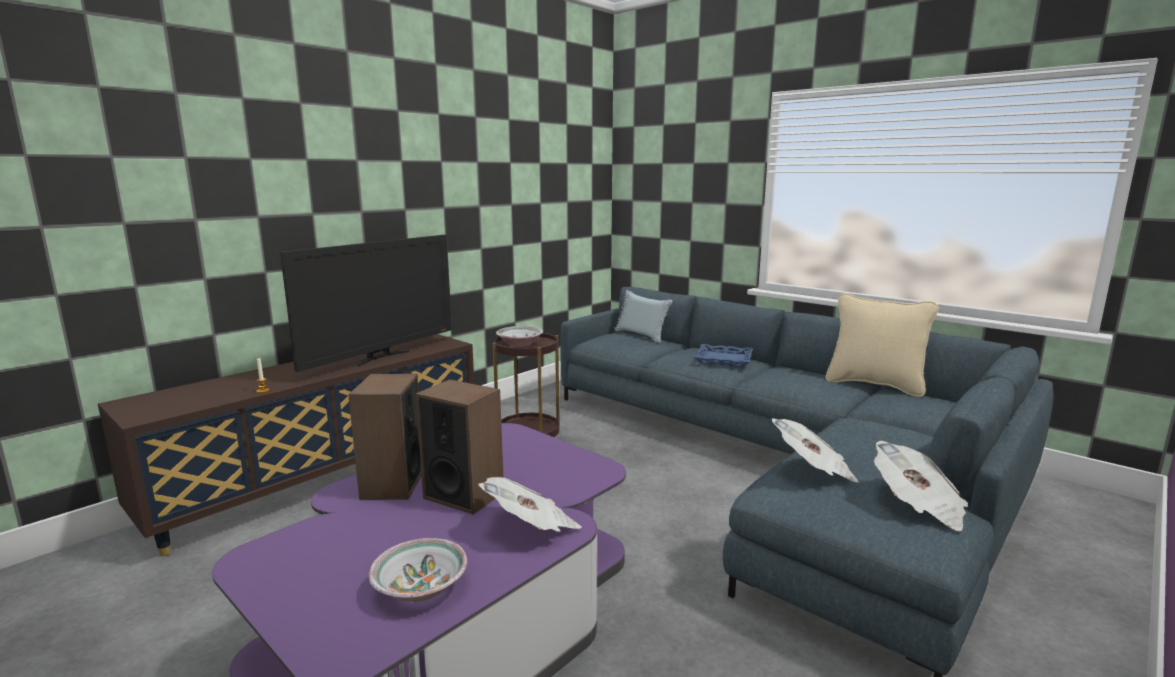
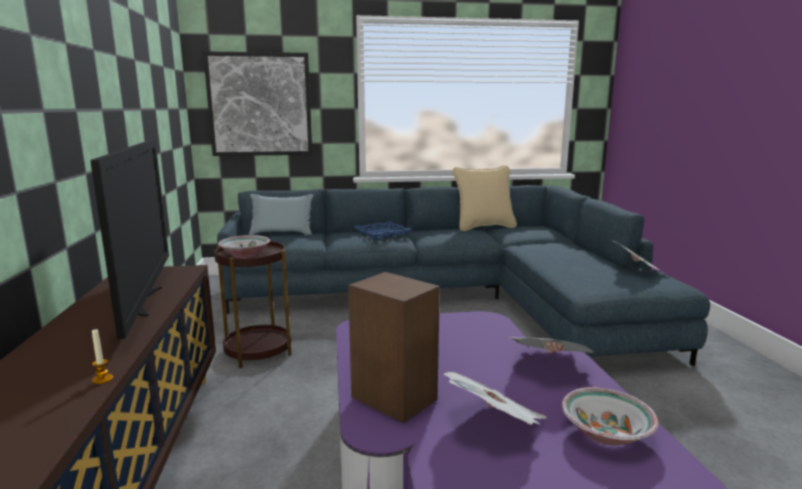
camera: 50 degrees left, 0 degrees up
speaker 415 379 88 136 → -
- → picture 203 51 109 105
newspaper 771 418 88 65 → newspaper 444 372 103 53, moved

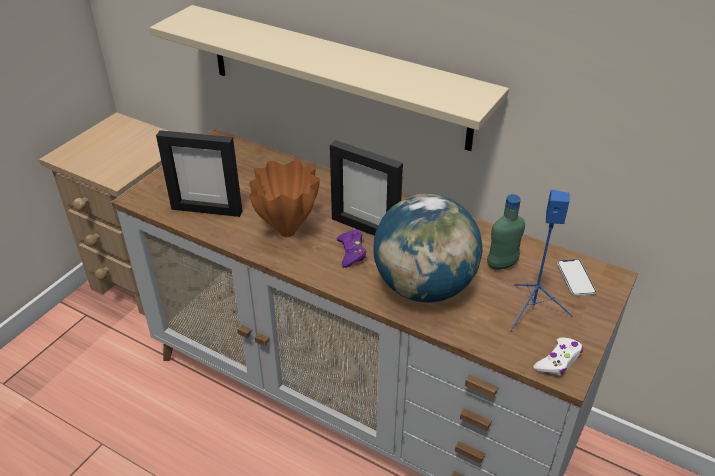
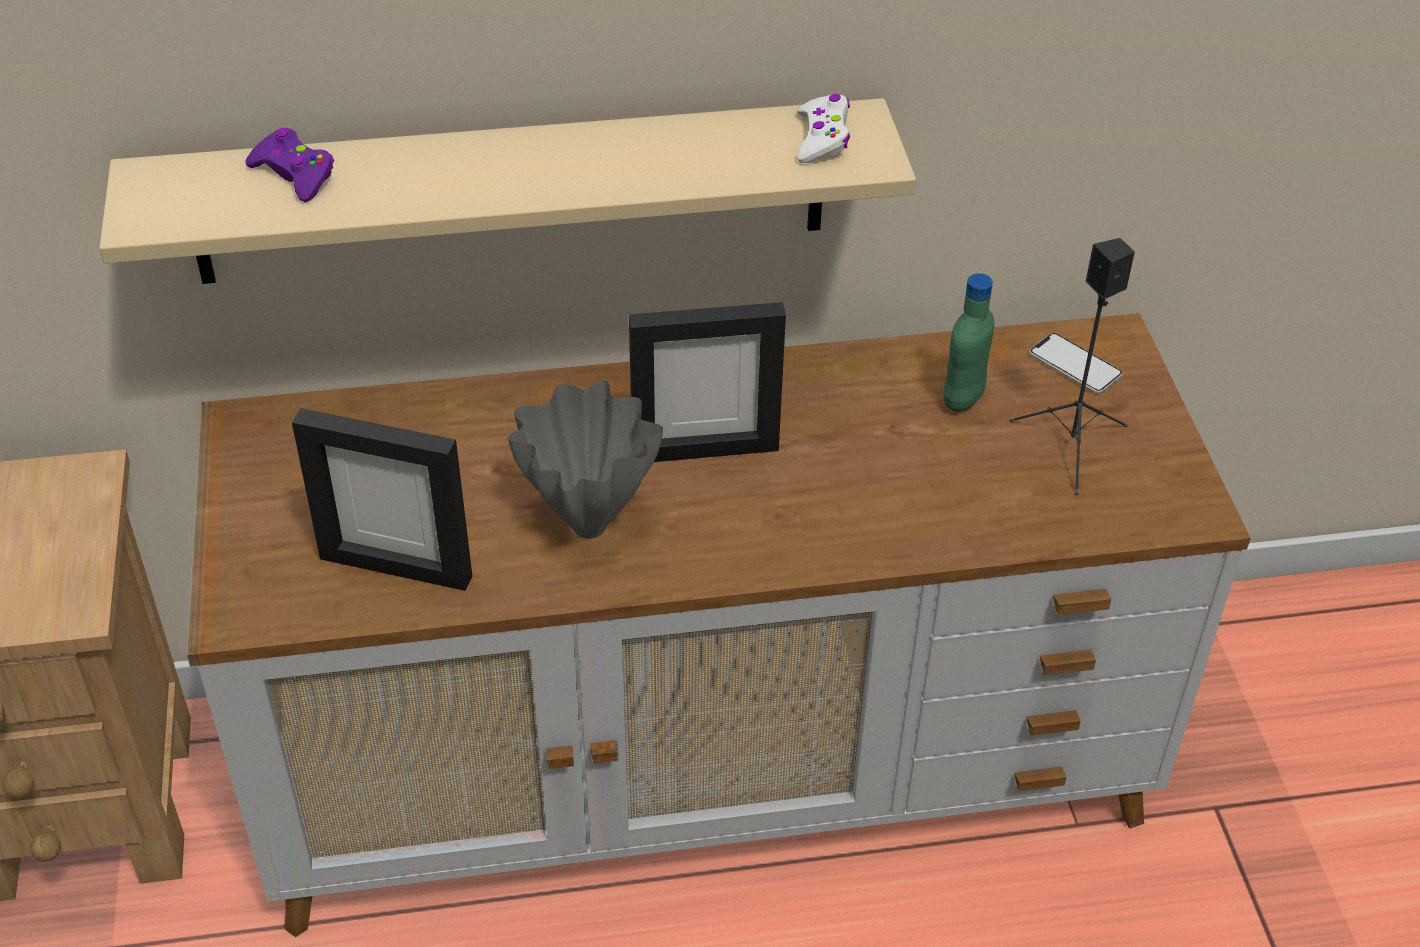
camera: 40 degrees left, 5 degrees up
globe 374 194 109 108 → -
game controller (purple) 337 230 29 38 → game controller (purple) 245 128 89 74, moved
game controller (white) 533 338 50 37 → game controller (white) 797 94 53 69, moved
vase (orange) 249 160 71 77 → vase (grey) 508 380 155 159
speaker (blue) 510 189 63 143 → speaker (black) 1009 238 126 257
picture frame 156 130 86 87 → picture frame 292 408 180 183, 45 degrees clockwise

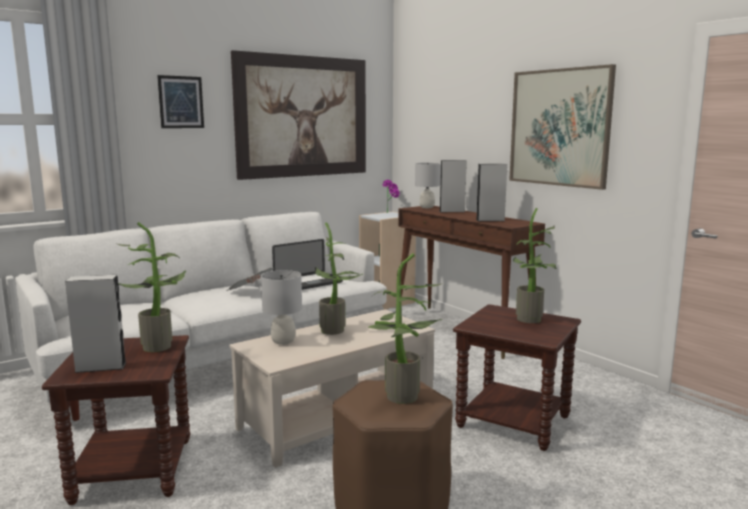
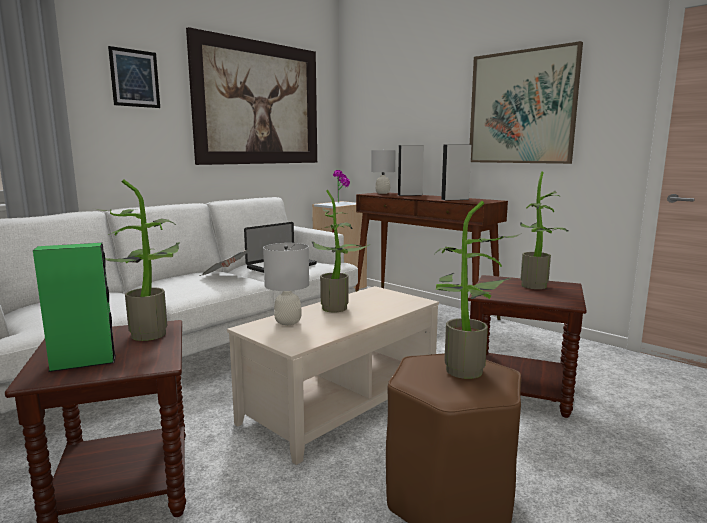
camera: 10 degrees left, 0 degrees up
speaker (grey) 65 275 61 98 → speaker (green) 33 243 83 129

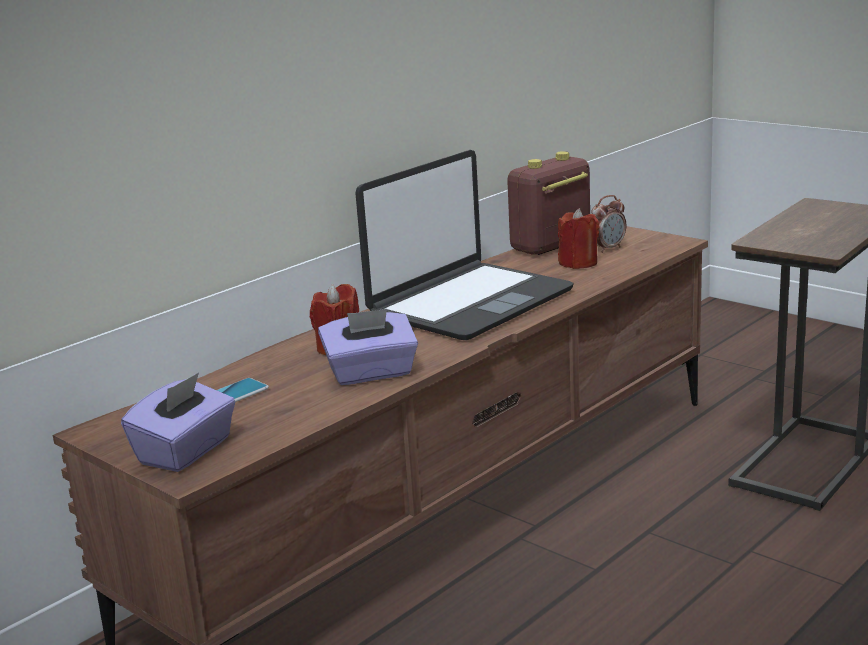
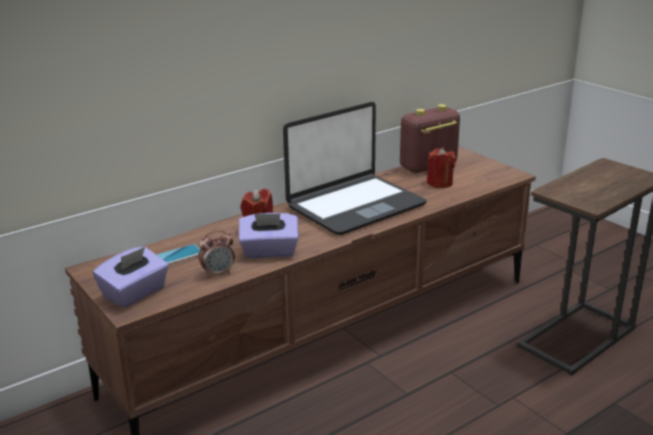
camera: 10 degrees right, 5 degrees up
alarm clock 592 195 34 58 → alarm clock 199 230 36 48, moved

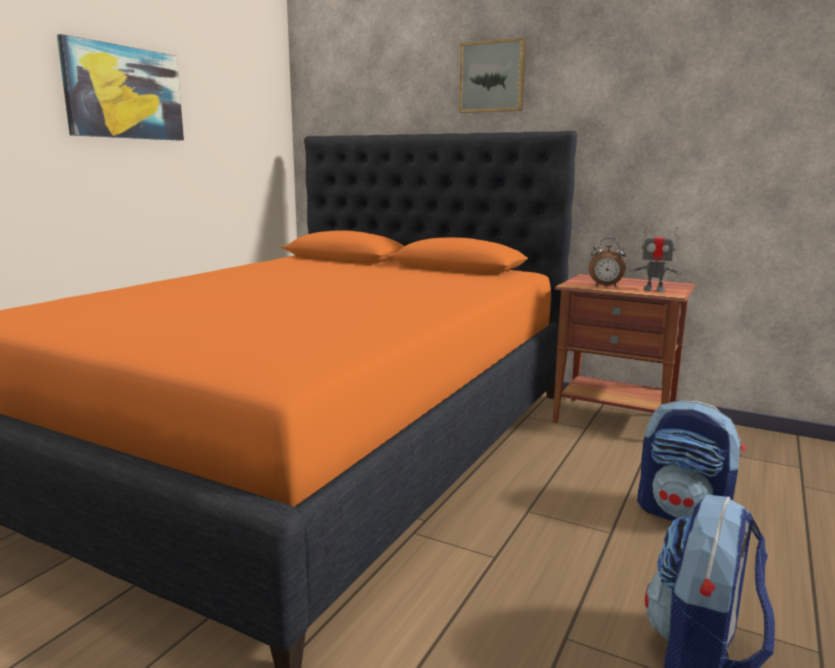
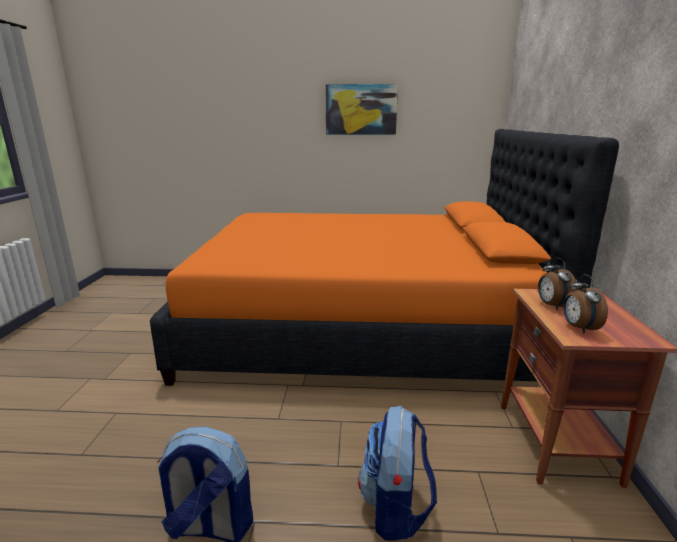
camera: 65 degrees right, 5 degrees up
picture 459 37 67 76 → -
toy robot 631 224 51 68 → alarm clock 563 274 45 59

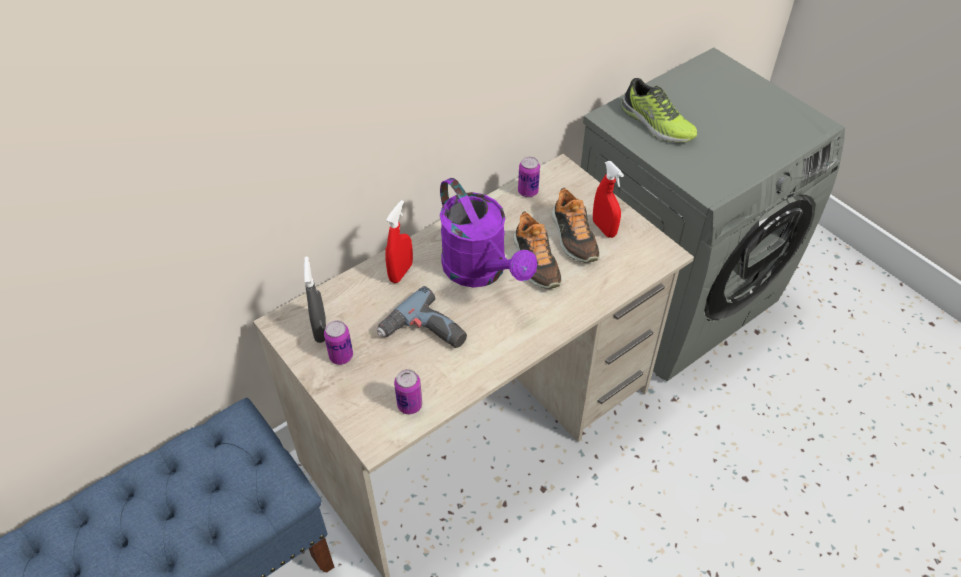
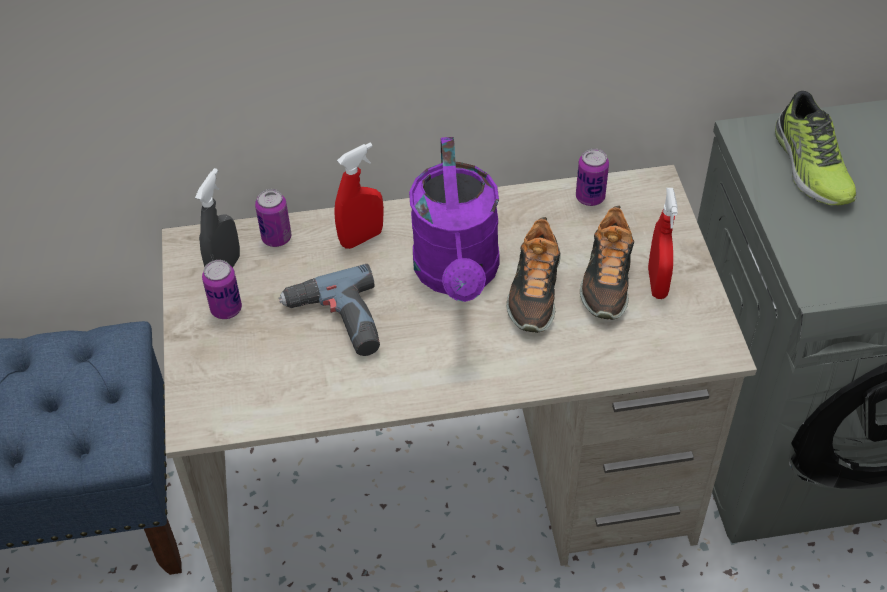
camera: 30 degrees right, 0 degrees up
can 394 369 28 45 → can 255 189 37 58, moved

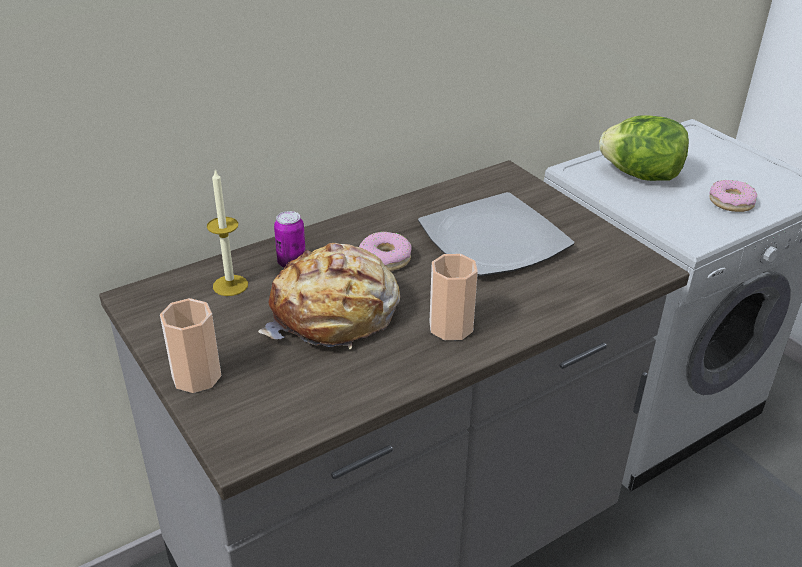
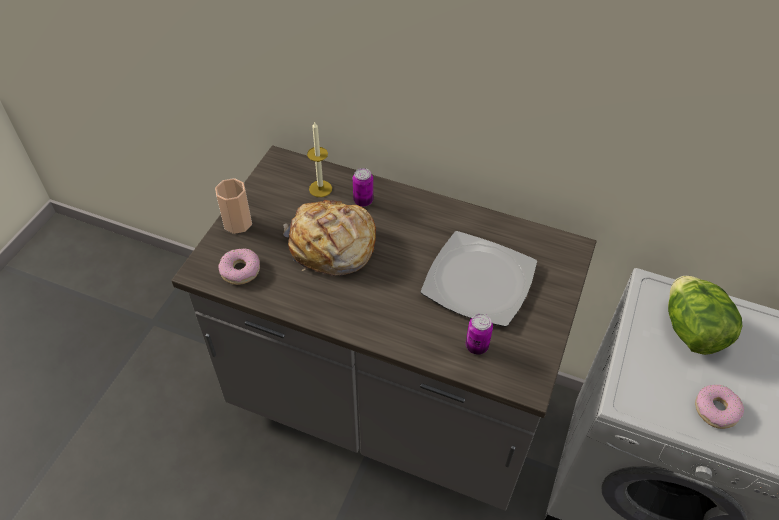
camera: 55 degrees right, 15 degrees up
cup 430 254 48 86 → -
- → can 466 313 27 42
donut 359 231 53 40 → donut 218 248 42 37, moved

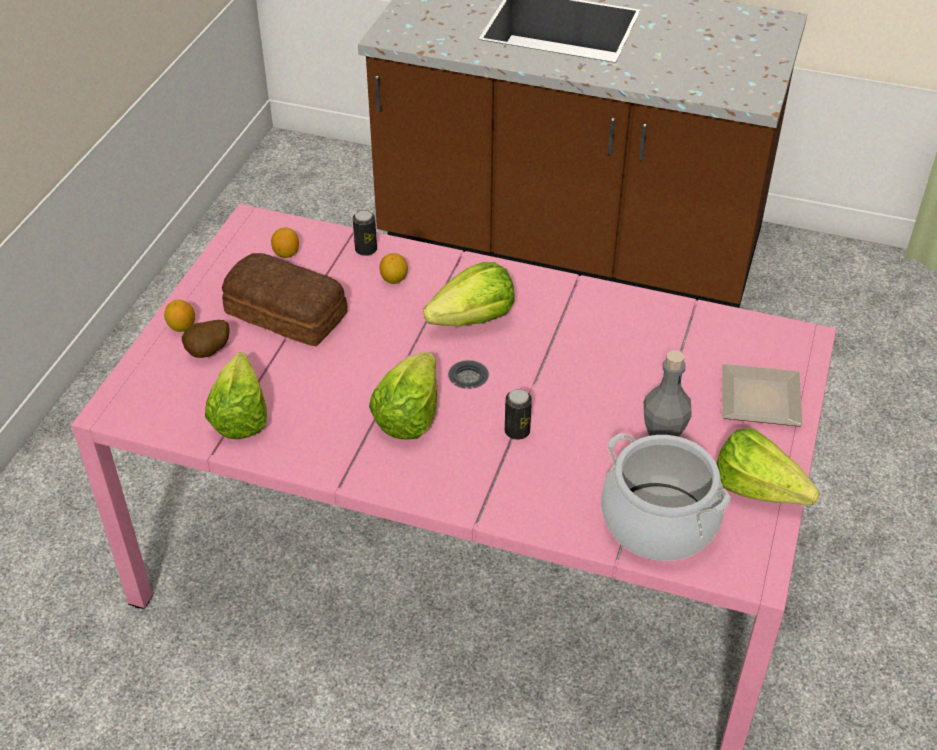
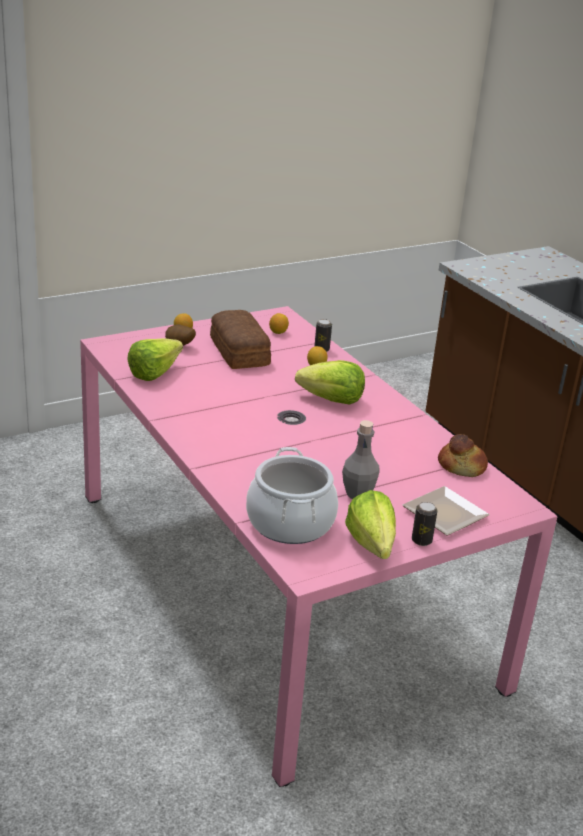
camera: 40 degrees right, 15 degrees down
lettuce 369 352 68 87 → -
- → bread 438 434 50 43
can 505 389 27 51 → can 412 502 26 44, moved

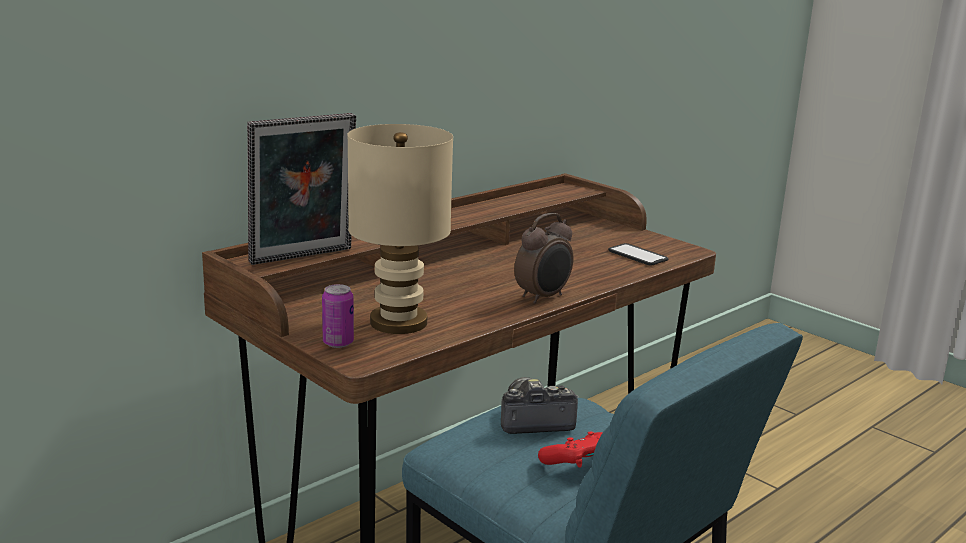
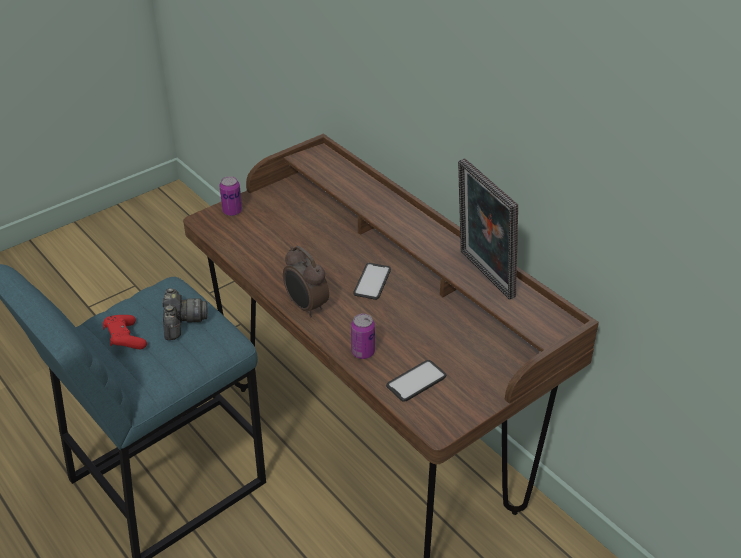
camera: 95 degrees right, 20 degrees up
table lamp (beige) 347 124 106 210 → -
- → can 351 313 24 46
- → phone 353 263 38 37
picture frame 247 113 109 152 → picture frame 458 158 60 142, moved

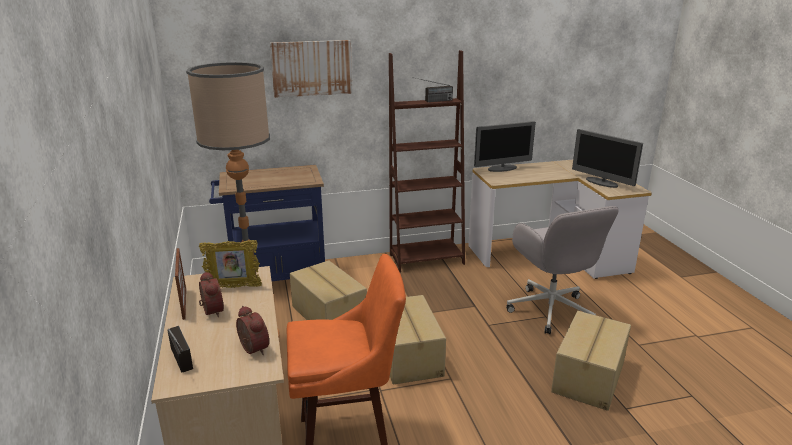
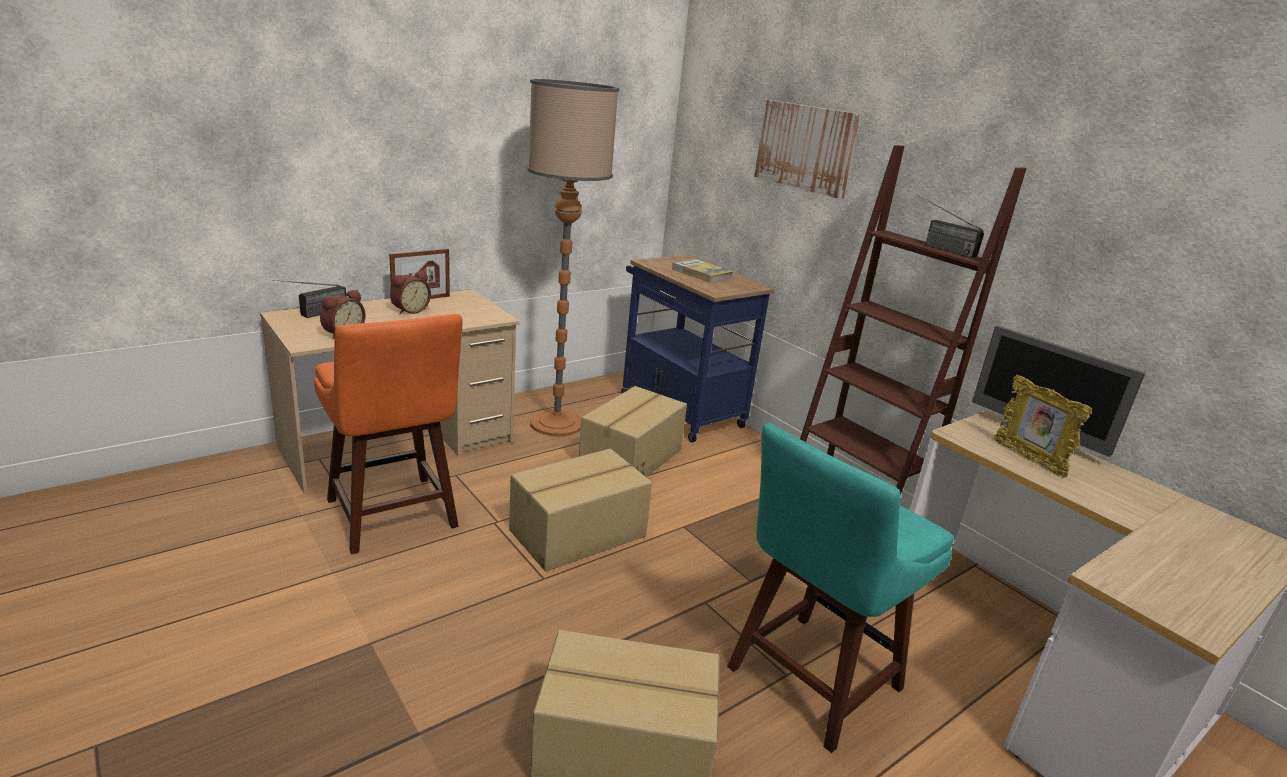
camera: 65 degrees right, 0 degrees up
monitor 572 129 71 59 → -
- → book 672 259 61 24
picture frame 199 240 63 48 → picture frame 994 375 98 103, moved
office chair (grey) 506 206 113 128 → stool (turquoise) 727 423 227 330

